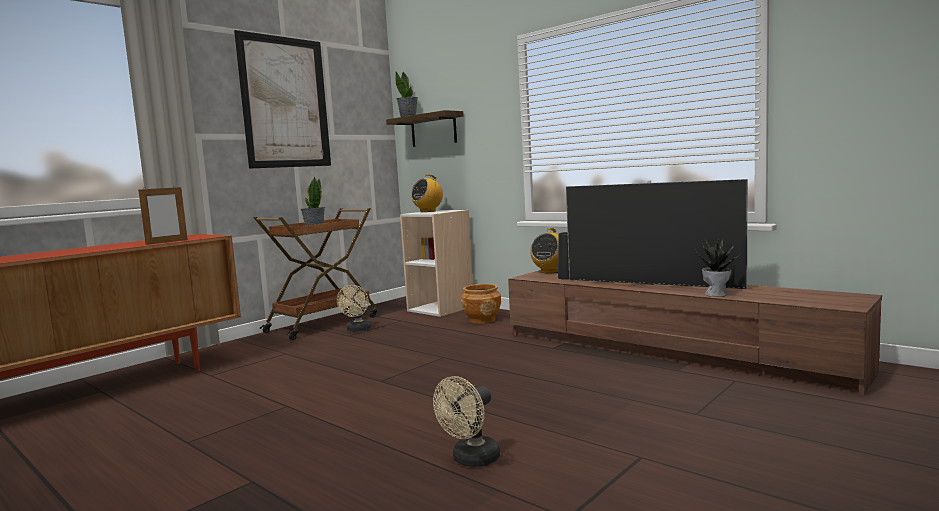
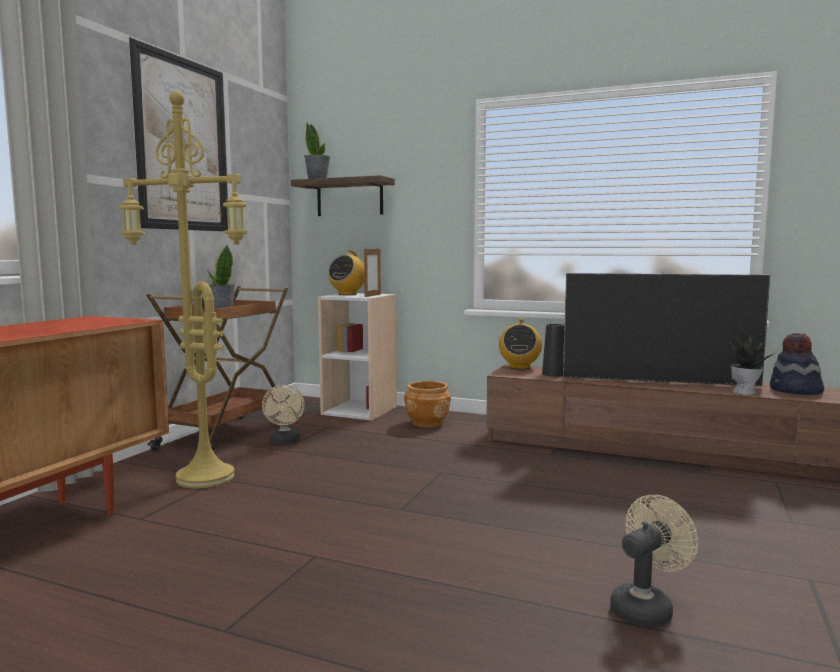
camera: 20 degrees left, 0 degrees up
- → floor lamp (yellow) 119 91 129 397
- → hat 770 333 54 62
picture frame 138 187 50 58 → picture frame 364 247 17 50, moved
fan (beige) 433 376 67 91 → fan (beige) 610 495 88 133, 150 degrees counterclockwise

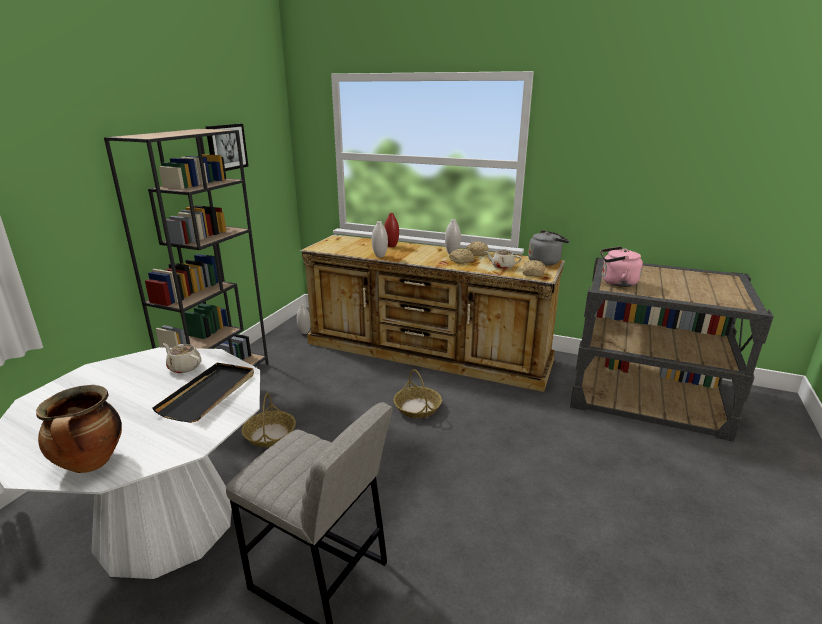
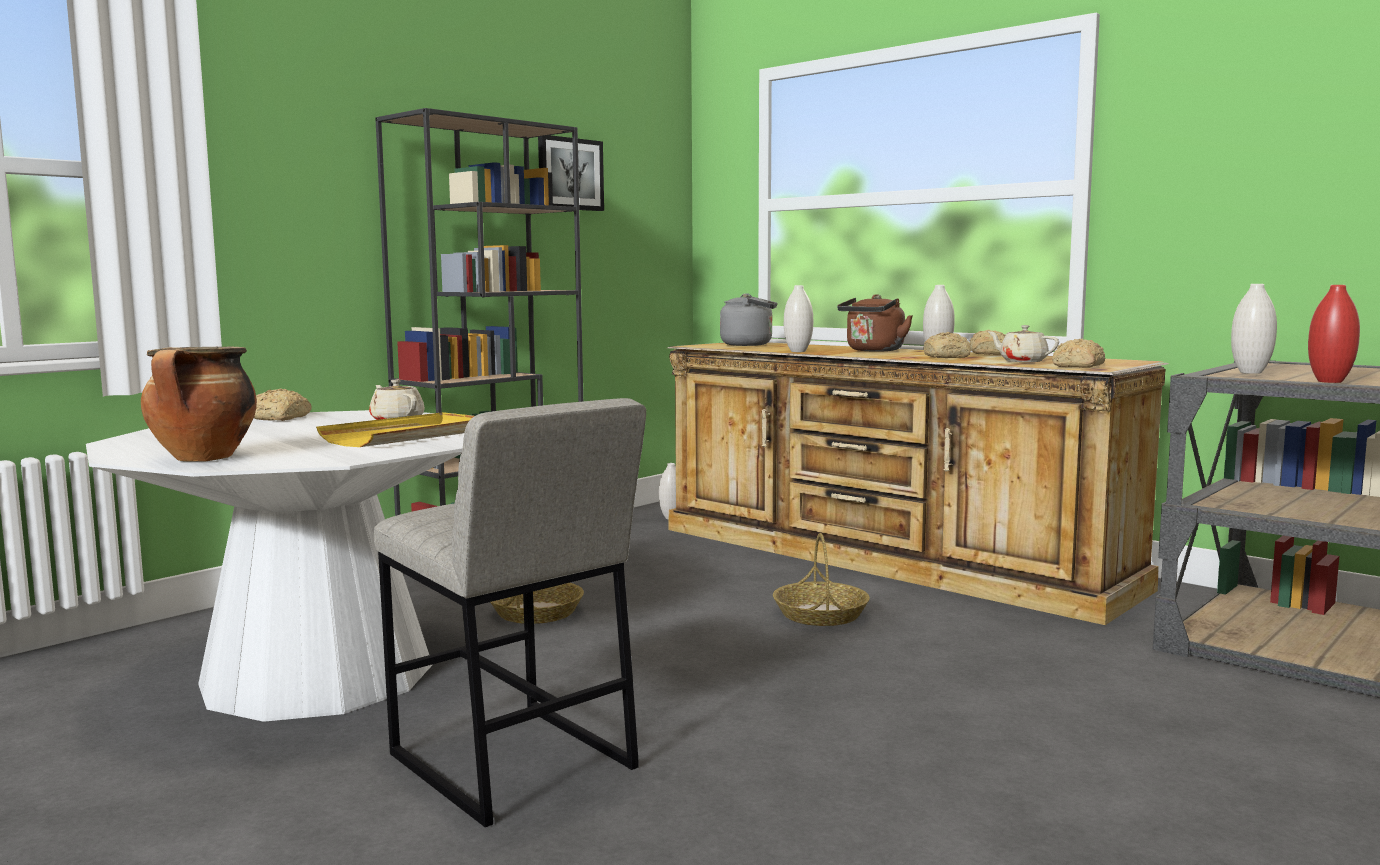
camera: 20 degrees right, 15 degrees down
- → bread 254 388 58 33
- → kettle (brown) 837 294 76 58
vase (red) 384 213 15 34 → vase (red) 1308 285 52 98, moved
kettle (grey) 528 230 41 36 → kettle (grey) 720 293 57 53, moved
kettle (pink) 600 246 43 41 → vase (white) 1231 284 46 90
tray (black) 152 363 102 60 → tray (yellow) 316 412 158 35

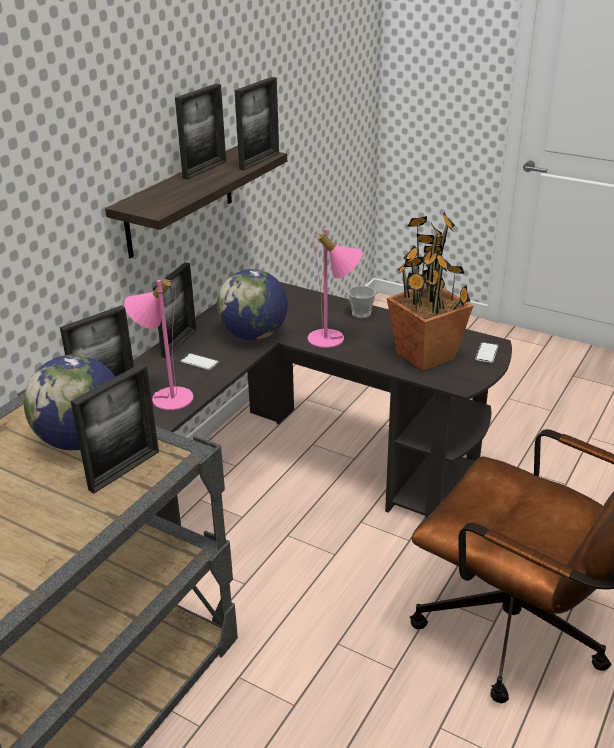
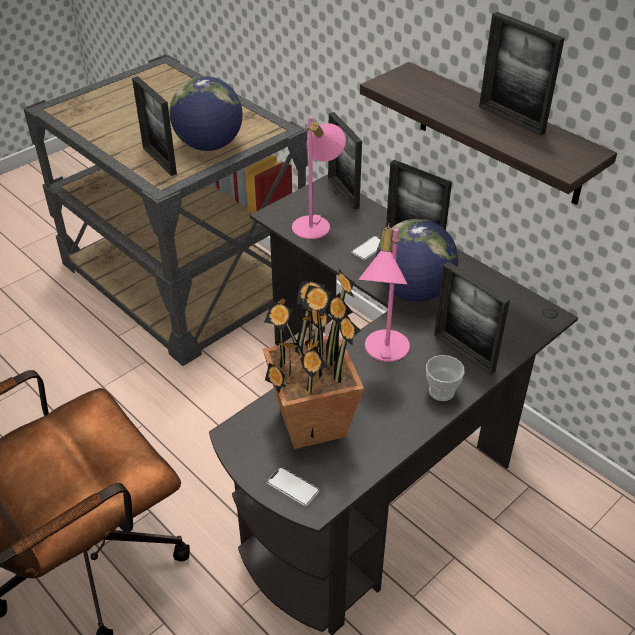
camera: 105 degrees right, 10 degrees up
picture frame 234 77 45 93 → picture frame 434 262 76 113, moved

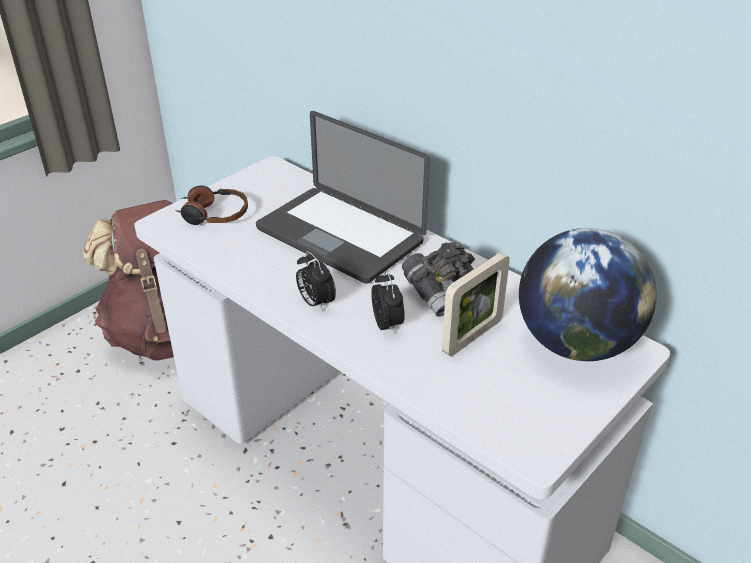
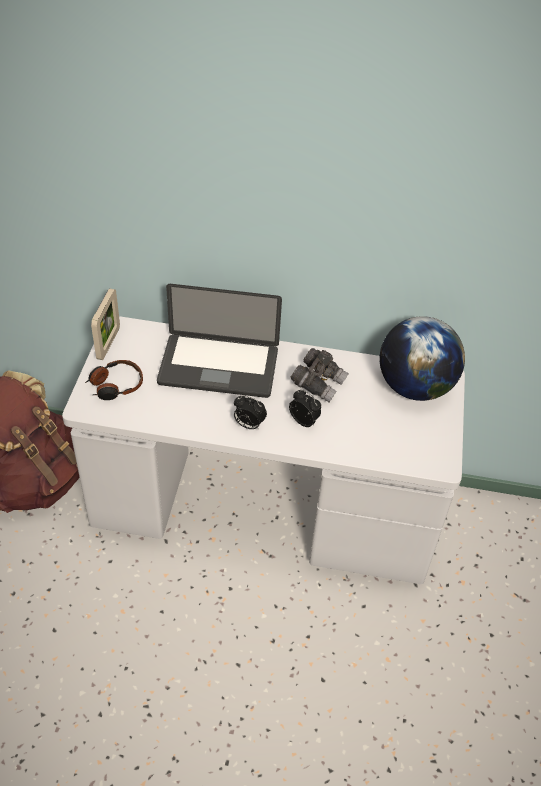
camera: 35 degrees left, 10 degrees up
picture frame 442 253 68 103 → picture frame 91 288 29 72, moved

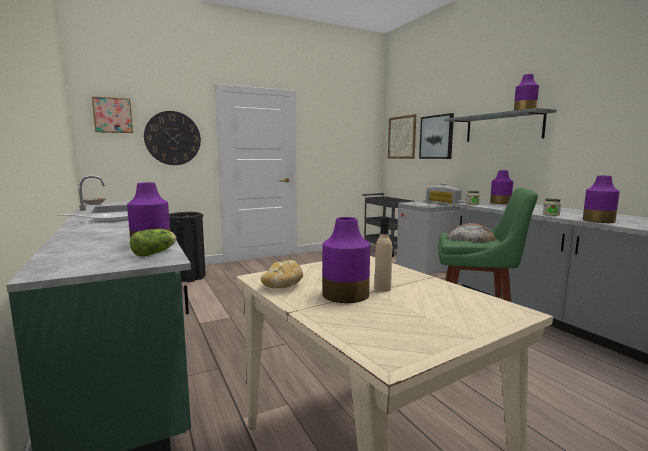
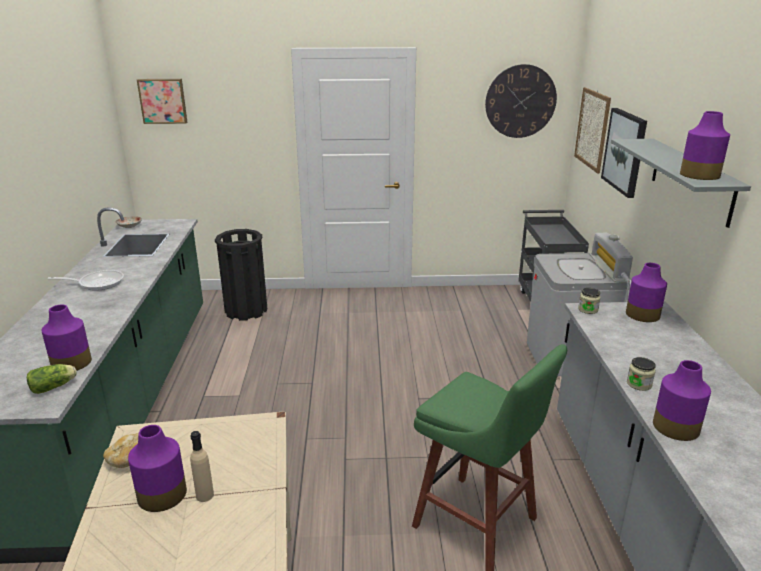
camera: 25 degrees right, 15 degrees up
bread 446 223 50 19 → -
wall clock 144 111 57 54 → wall clock 485 64 72 74, moved

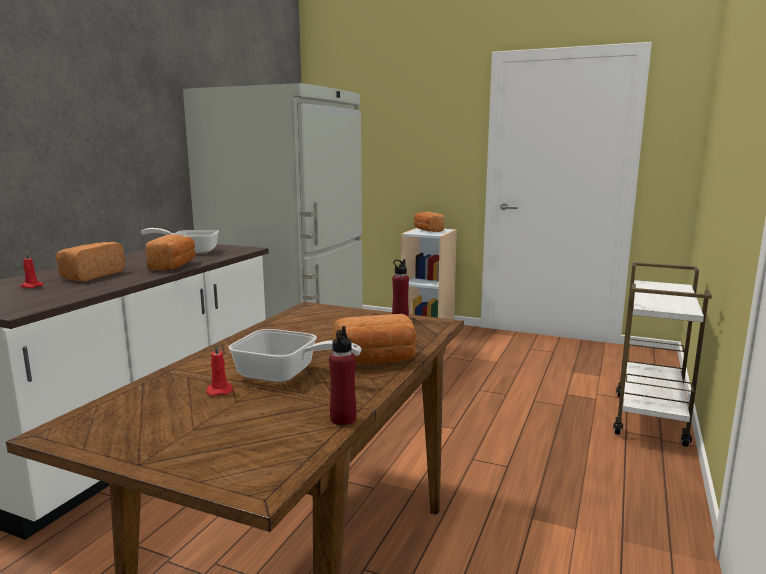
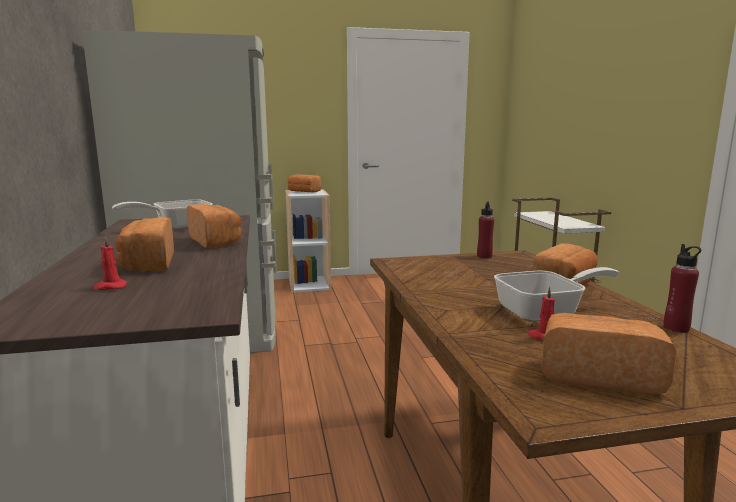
camera: 35 degrees left, 0 degrees up
- → bread 541 313 136 82

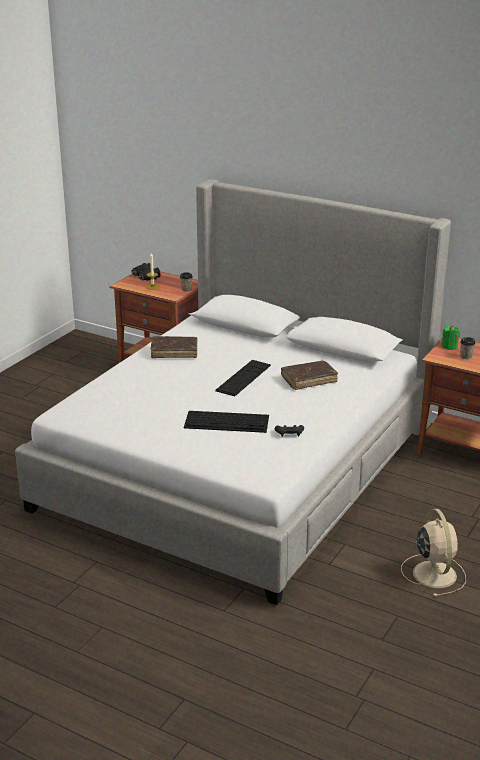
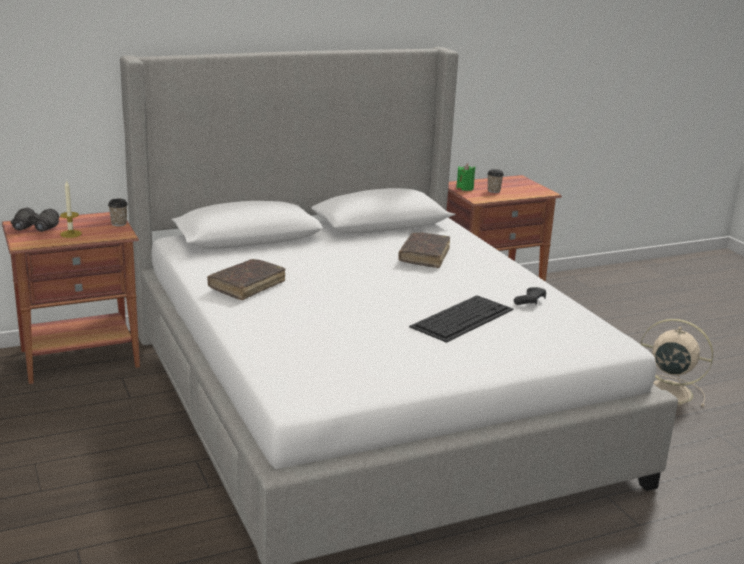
camera: 55 degrees left, 5 degrees down
keyboard 215 360 56 36 → -

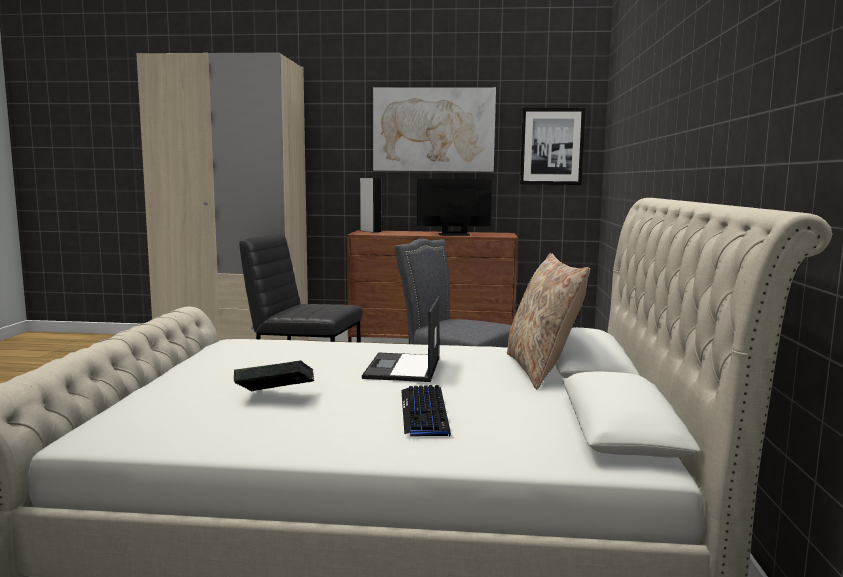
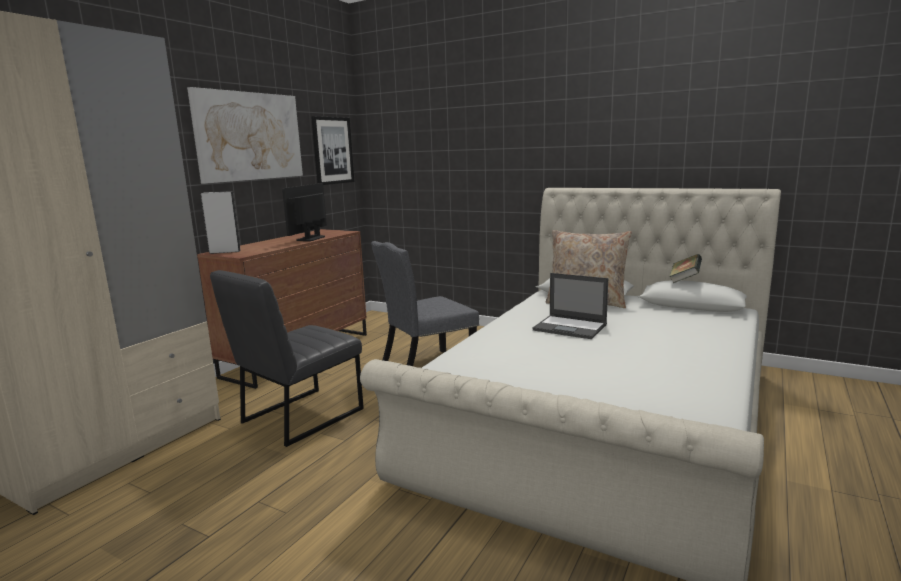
camera: 65 degrees left, 5 degrees up
keyboard 401 385 50 51 → -
book 234 360 80 31 → book 669 254 33 29, moved

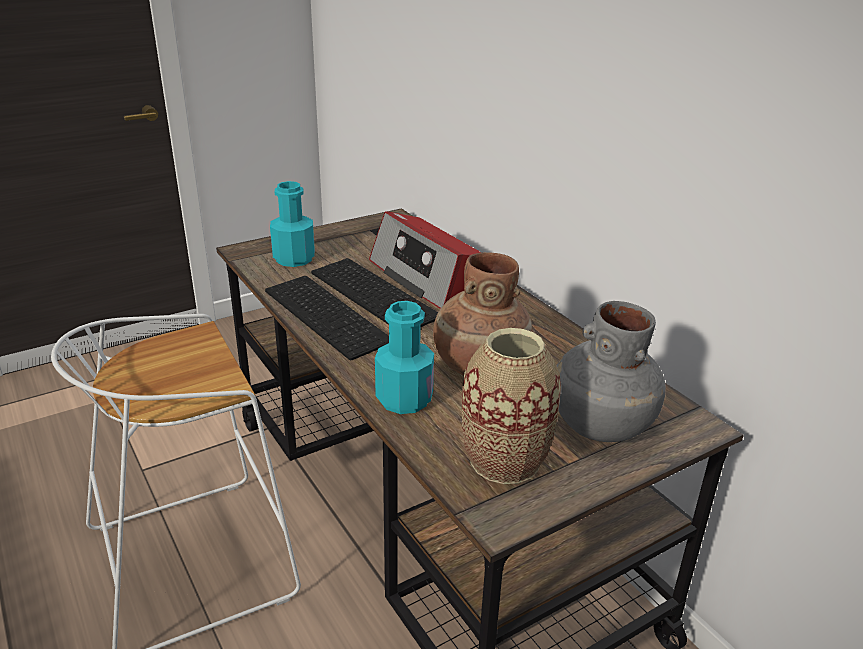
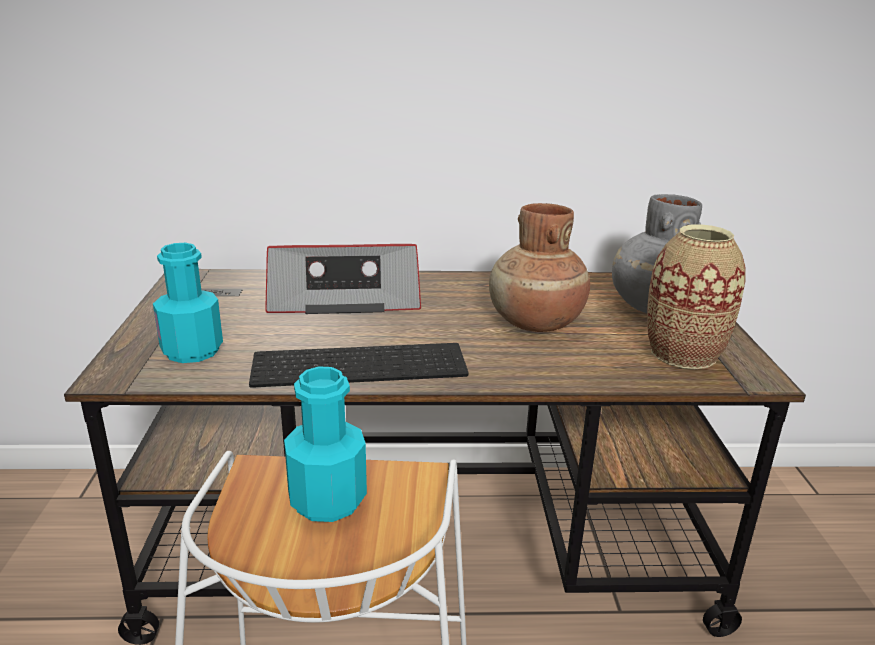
camera: 60 degrees left, 5 degrees down
keyboard 311 258 127 69 → -
bottle (turquoise) 375 301 59 113 → bottle (turquoise) 284 366 83 156, moved

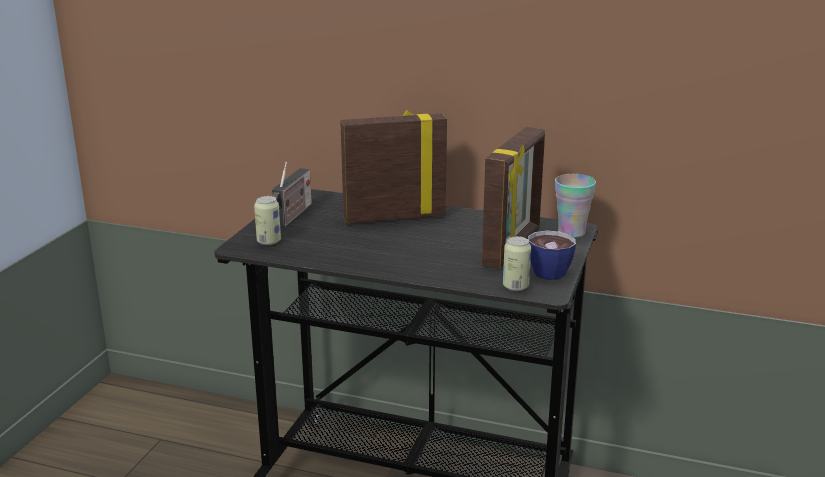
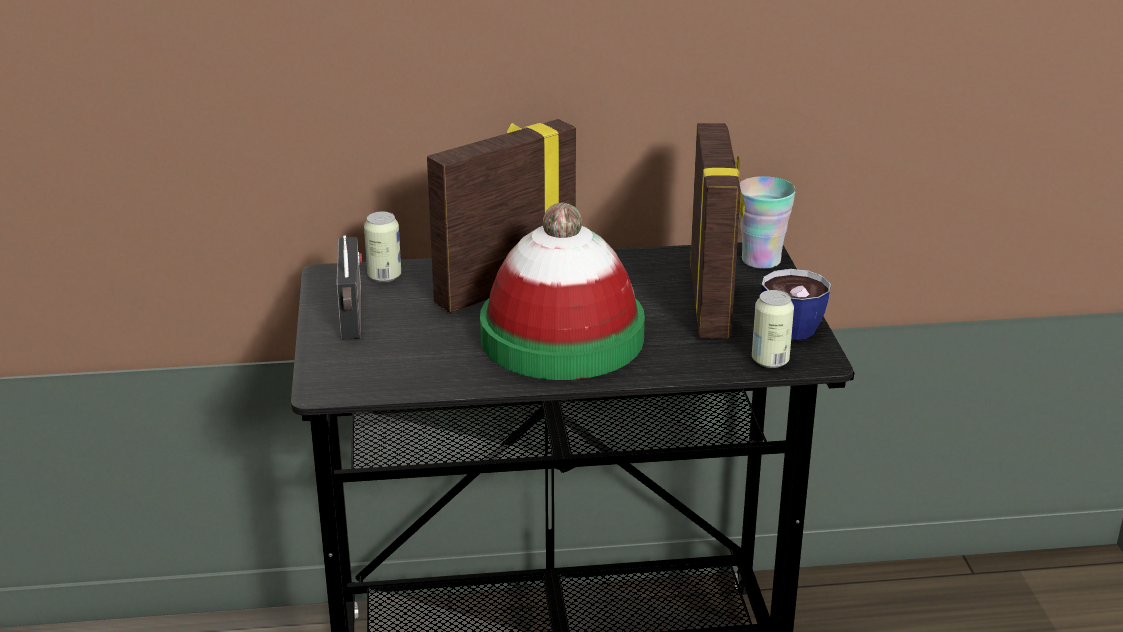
camera: 25 degrees left, 5 degrees up
- → hat 480 203 165 177
can 254 196 27 49 → can 364 212 37 70, moved

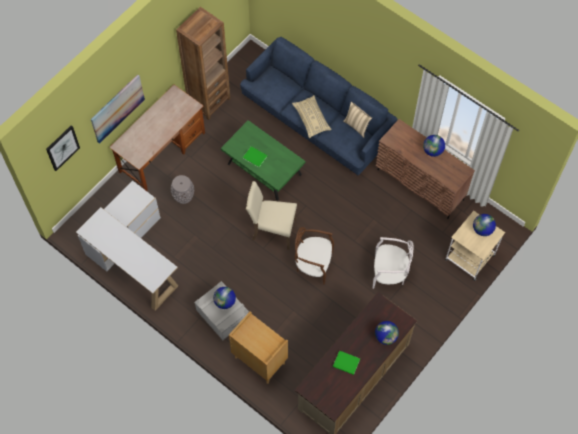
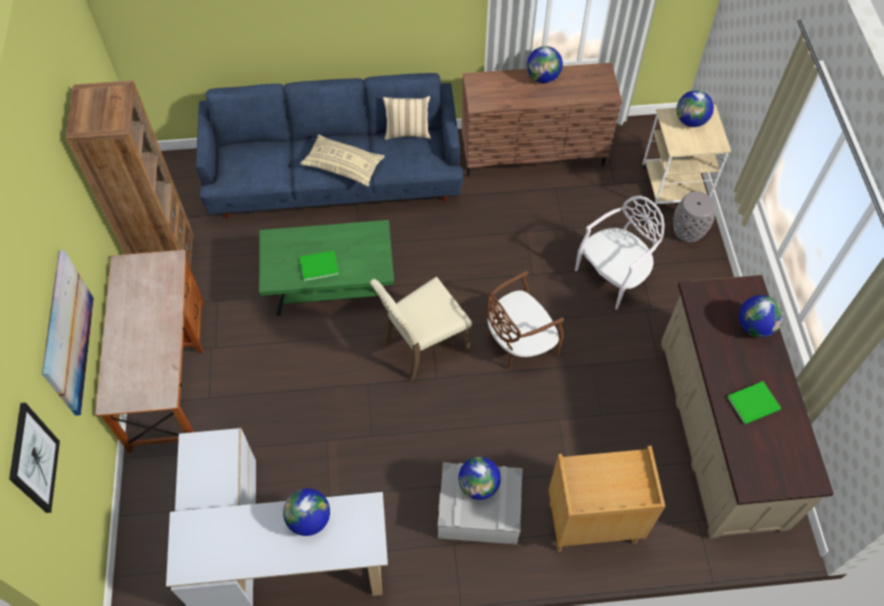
camera: 45 degrees left, 5 degrees down
- → globe 283 488 47 48
stool (grey) 171 175 23 29 → stool (grey) 673 191 42 52, moved

